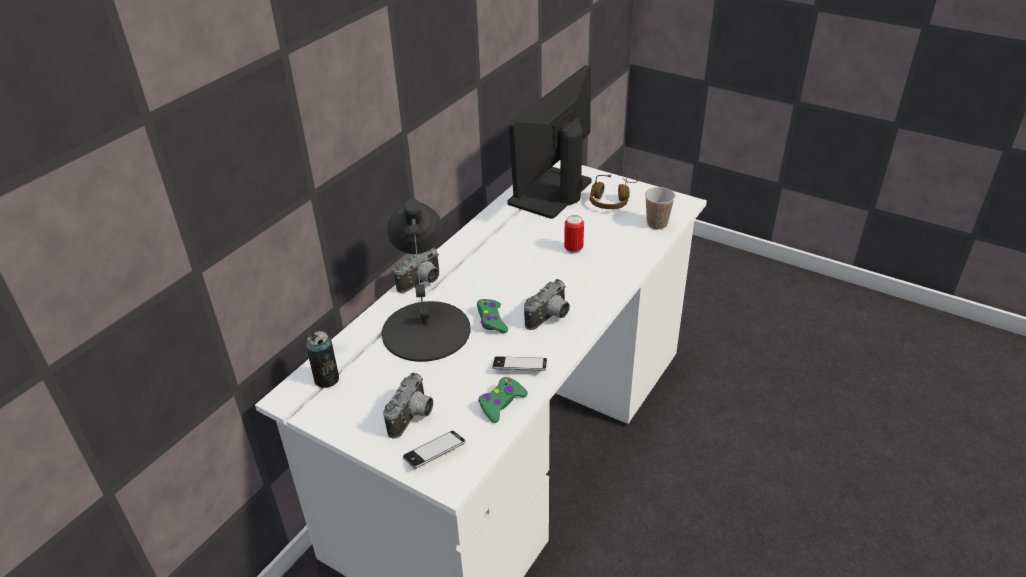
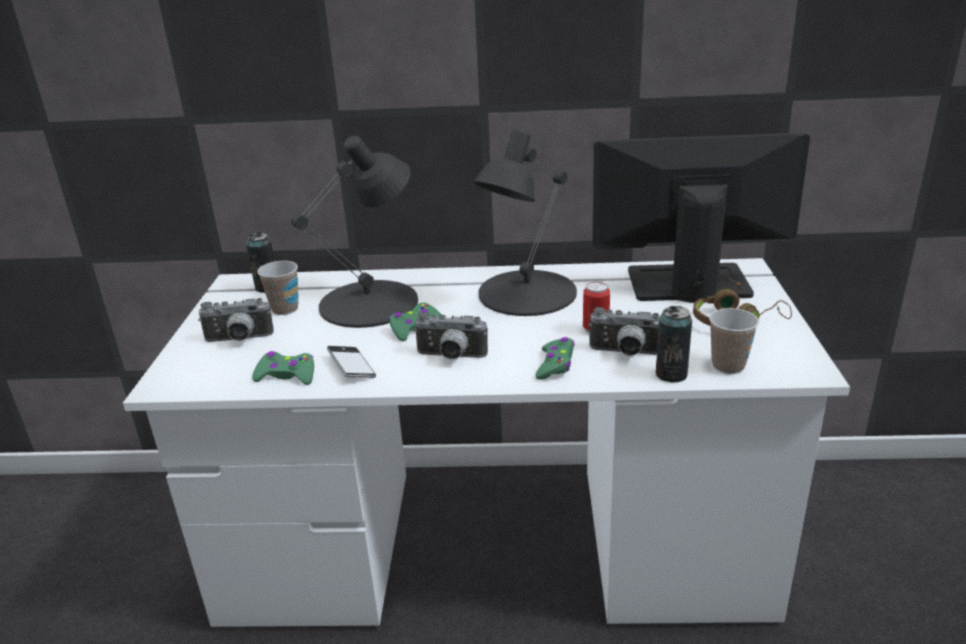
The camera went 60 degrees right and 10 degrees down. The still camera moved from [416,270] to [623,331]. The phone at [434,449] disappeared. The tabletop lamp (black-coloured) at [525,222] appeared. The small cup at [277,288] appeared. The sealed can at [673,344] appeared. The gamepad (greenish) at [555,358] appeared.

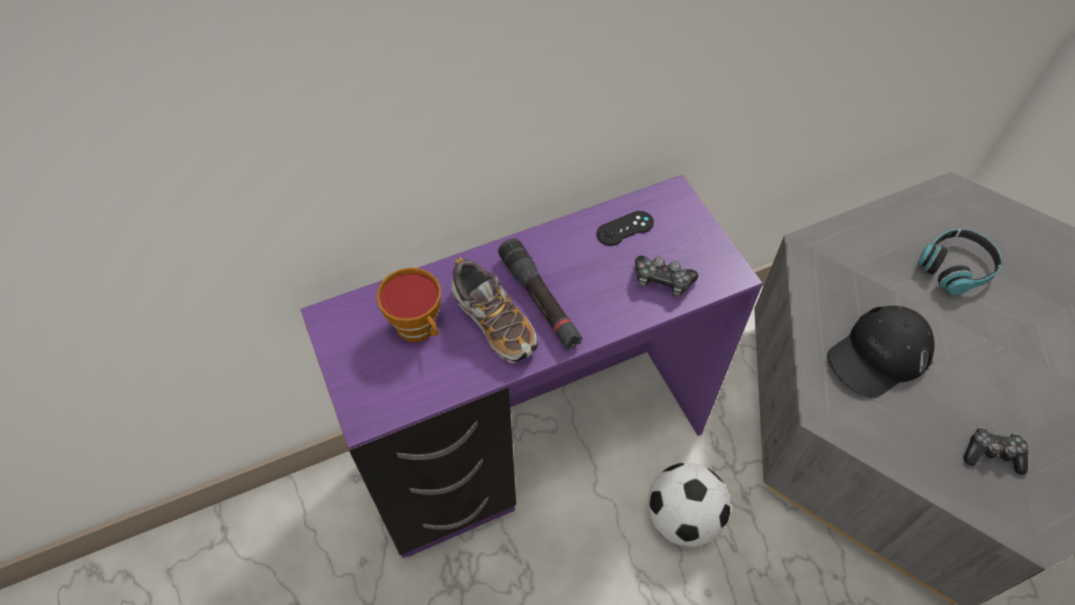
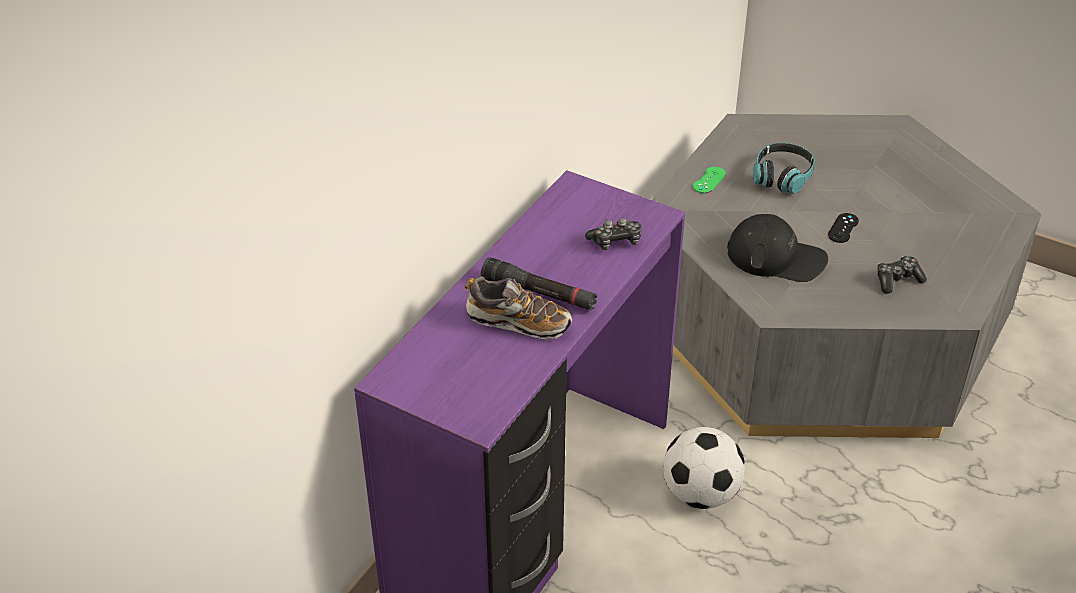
The camera went 35 degrees left and 15 degrees down. The gamepad (black-coloured) moved from [625,228] to [843,228]. The small cup at [409,304] disappeared. The cap (black-coloured) at [880,352] turned 90 degrees counterclockwise. The gamepad (greenish) at [709,180] appeared.

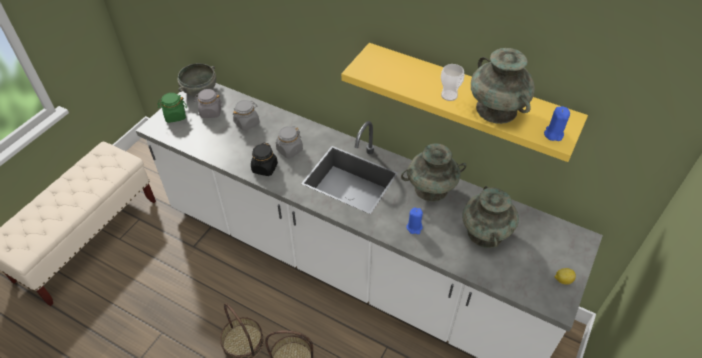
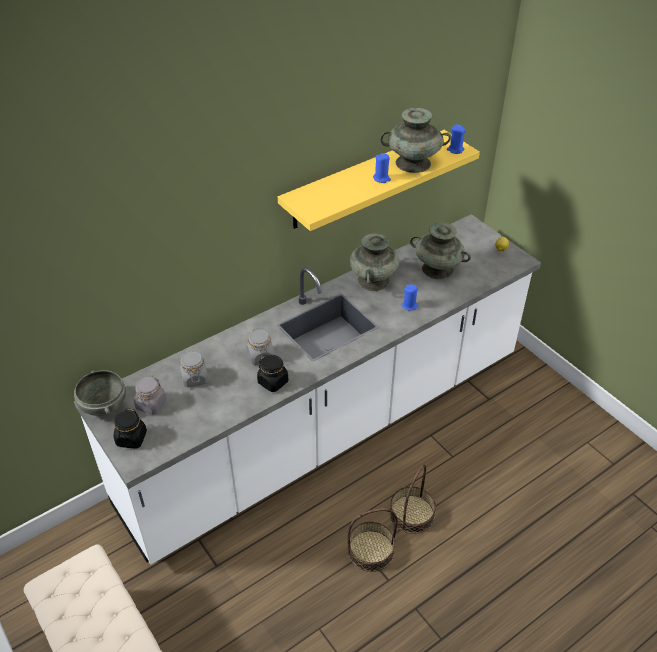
The camera went 65 degrees left and 5 degrees down. The small cup at [453,82] was replaced by the candle (bluish) at [382,168]. The storage jar (greenish) at [172,108] became the storage jar (black-coloured) at [130,428].

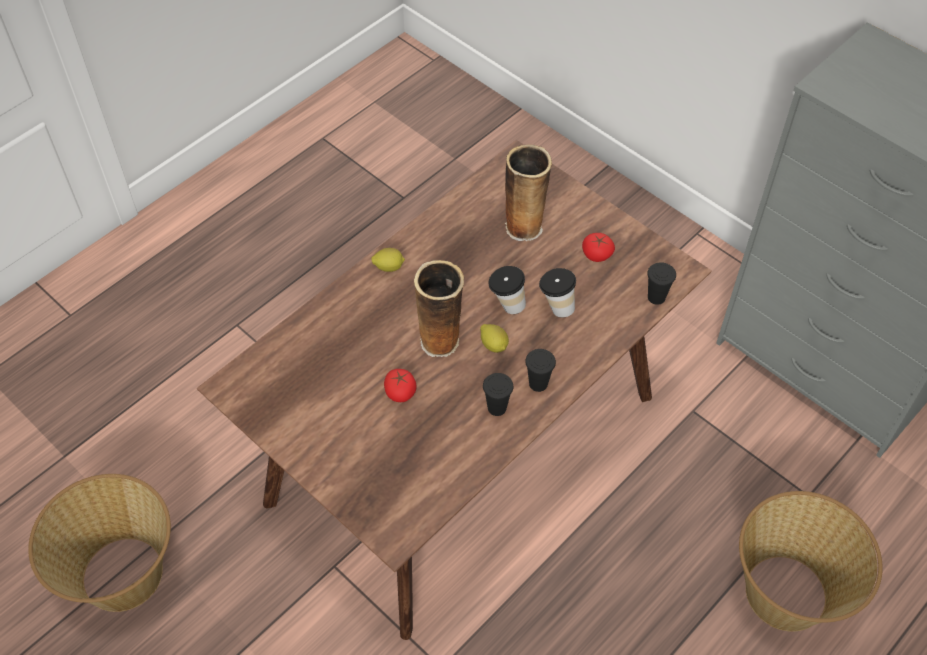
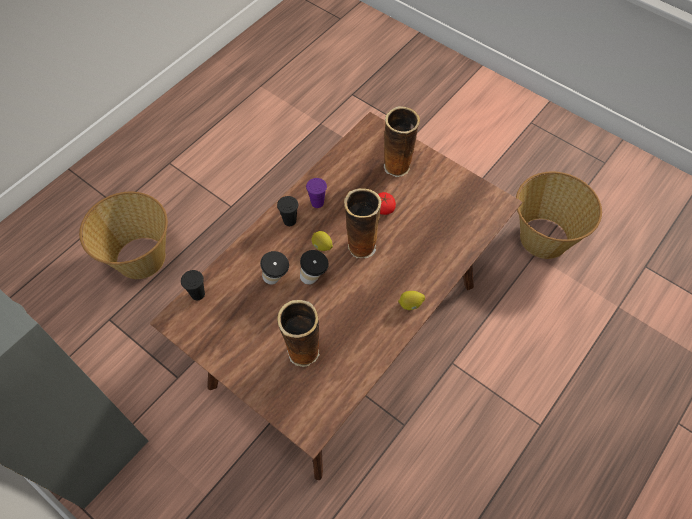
The camera went 175 degrees right and 5 degrees up. The whole tomato at [598,247] disappeared. The small cup (black-coloured) at [498,394] became the small cup (purplish) at [316,193]. The decorative vase at [402,141] appeared.

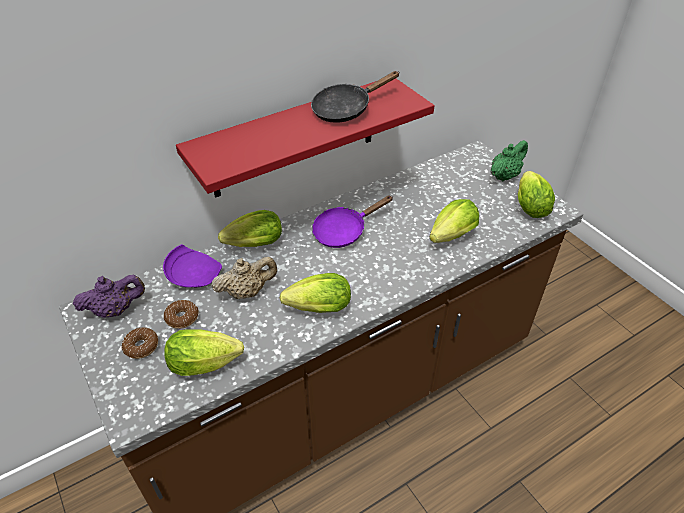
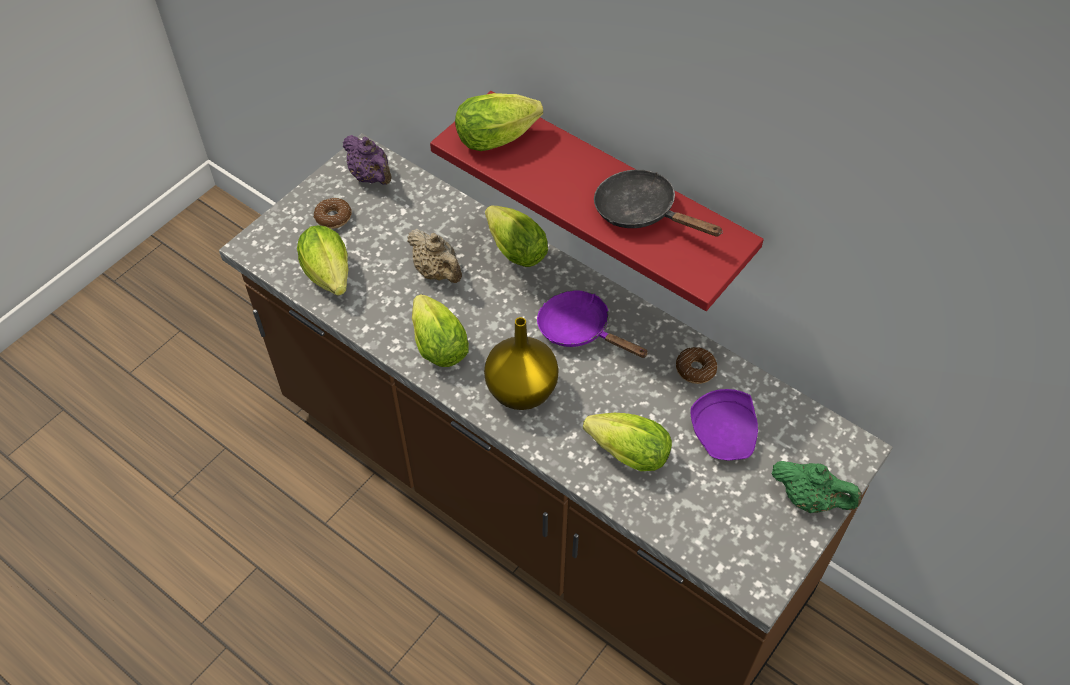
The camera went 70 degrees right and 10 degrees up. The lettuce head moved from [536,194] to [499,122]. The plate (purplish) moved from [192,265] to [724,424]. The donut moved from [181,314] to [696,365]. The decorative vase (yellow) at [521,363] appeared.

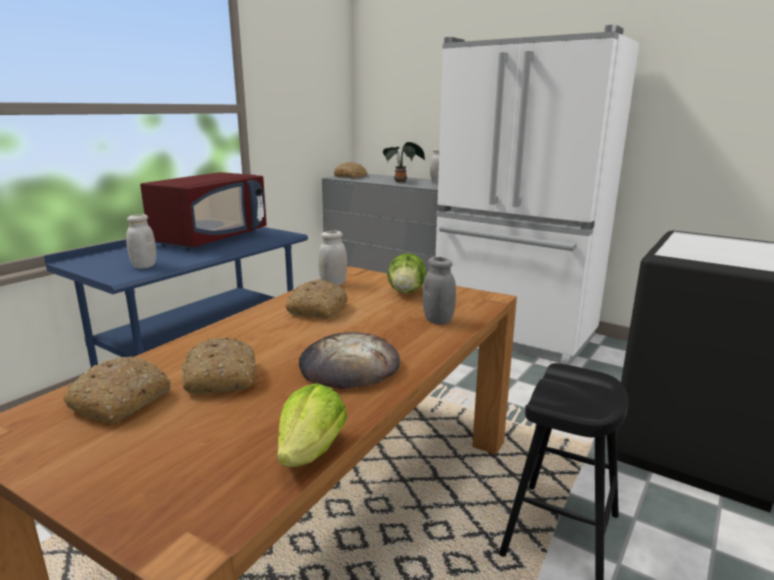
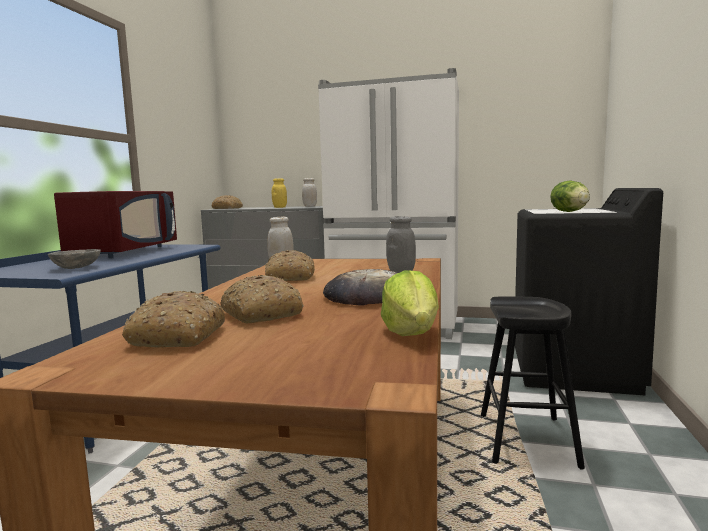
The camera went 20 degrees left and 10 degrees down. The houseplant at [404,162] was replaced by the storage jar (yellow) at [279,193]. The storage jar (whitish) at [141,241] was replaced by the deep dish (grey) at [74,259]. The lettuce head moved from [406,273] to [570,196].

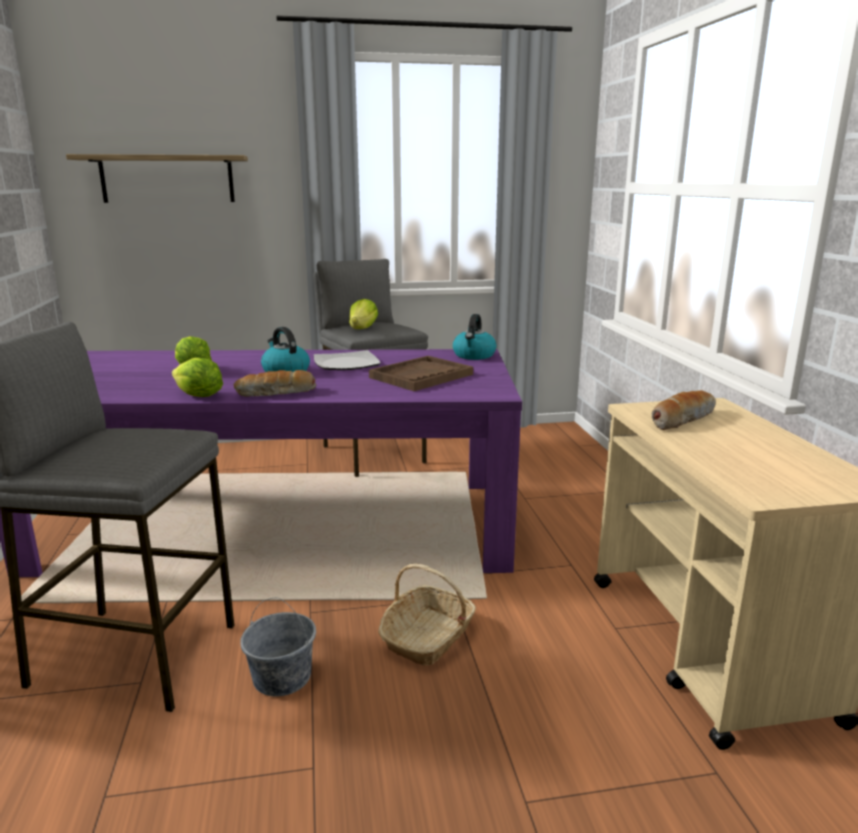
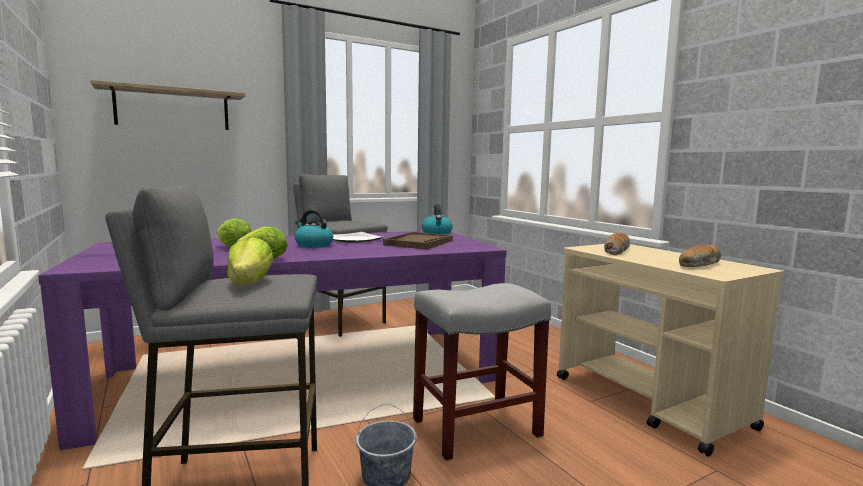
The camera went 20 degrees left and 10 degrees down. The lettuce head moved from [363,314] to [250,261]. The bakery bread moved from [274,383] to [700,255]. The household basket at [427,614] was replaced by the stool seat (grey) at [482,372].

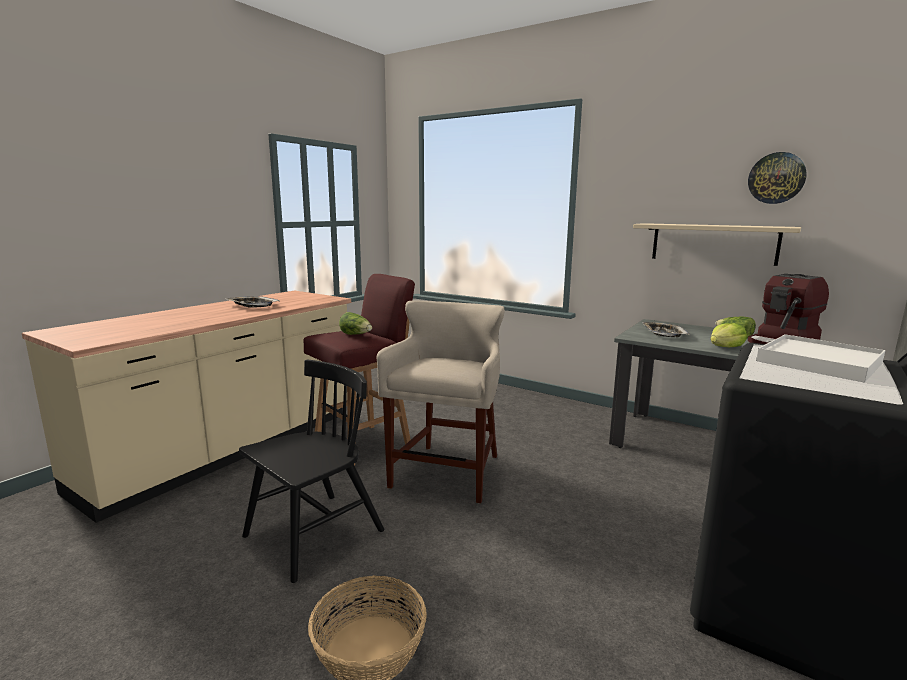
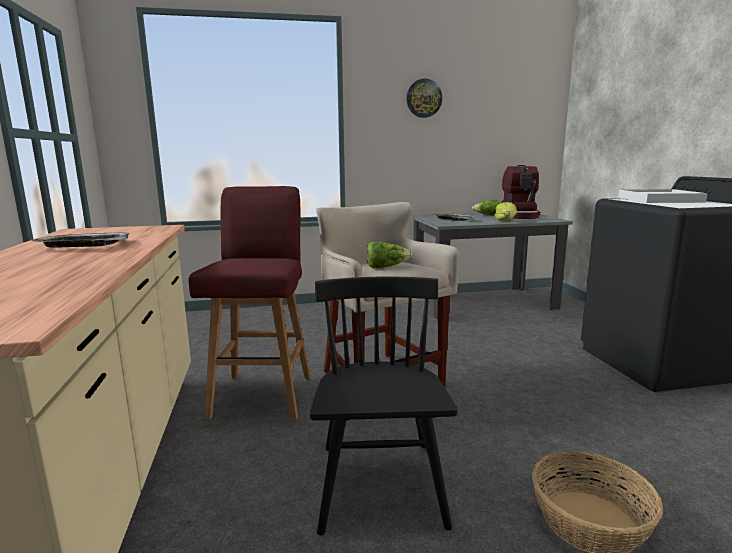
The camera went 45 degrees left and 0 degrees up. The wall clock moved from [777,178] to [424,98]. The wall shelf (beige) at [717,244] disappeared. The lettuce head moved from [355,323] to [389,255].

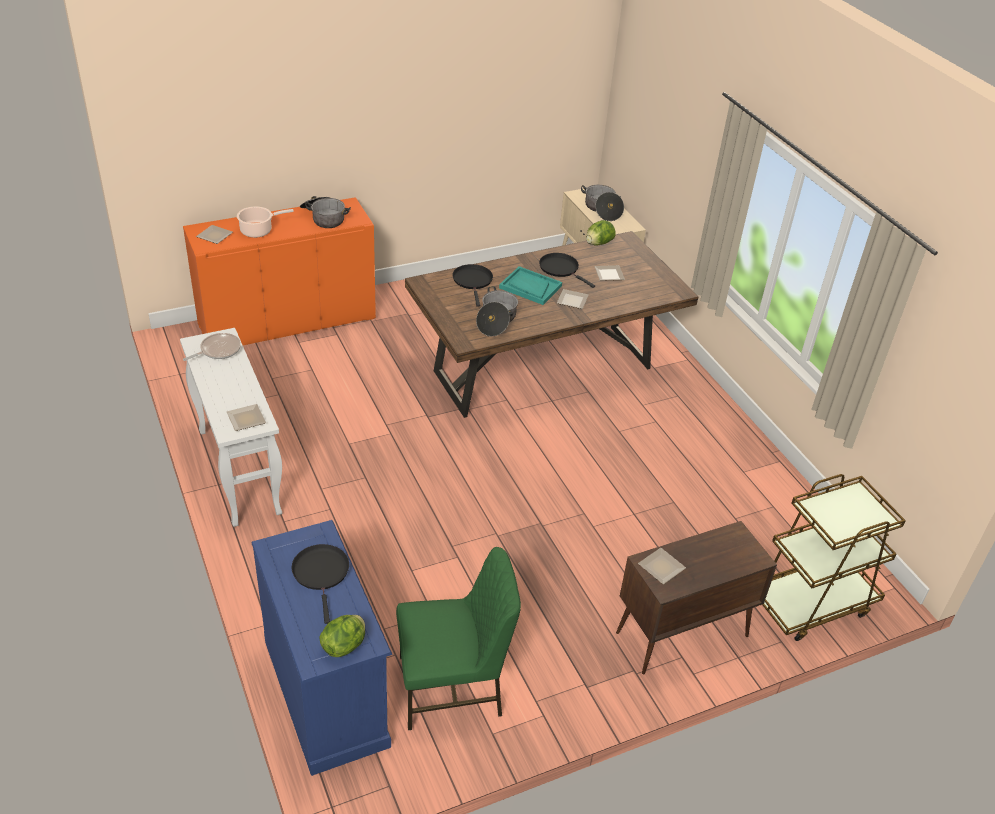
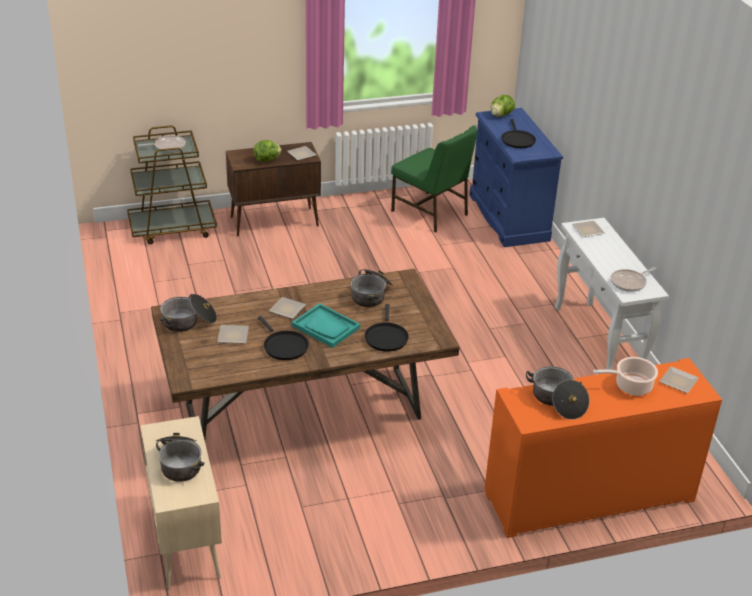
The camera went 170 degrees left and 5 degrees down. The lettuce head moved from [601,233] to [267,151]. The plain chair (greenish) at [458,638] turned 135 degrees counterclockwise. The skillet at [162,143] appeared. The stockpot at [188,313] appeared.

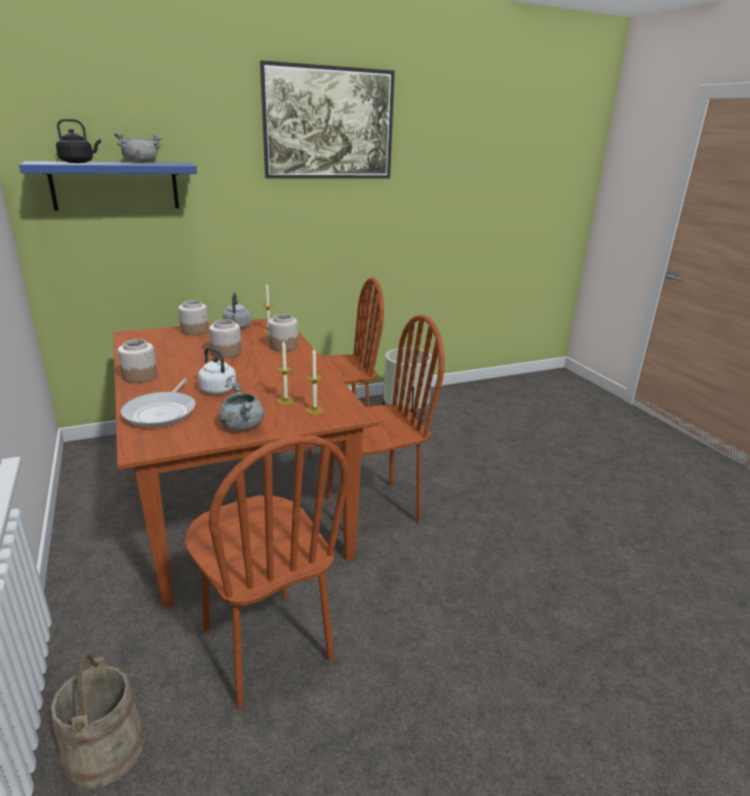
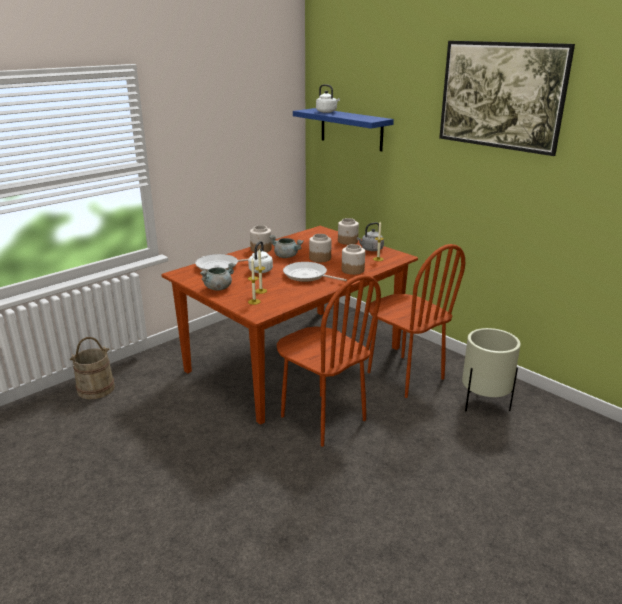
The camera went 70 degrees right and 0 degrees up. The water kettle (black-coloured) at [78,141] became the water kettle (whitish) at [328,98]. The stockpot (grey) moved from [138,147] to [286,246]. The plain chair (brown-coloured) at [267,571] disappeared. The skillet at [315,272] appeared.

